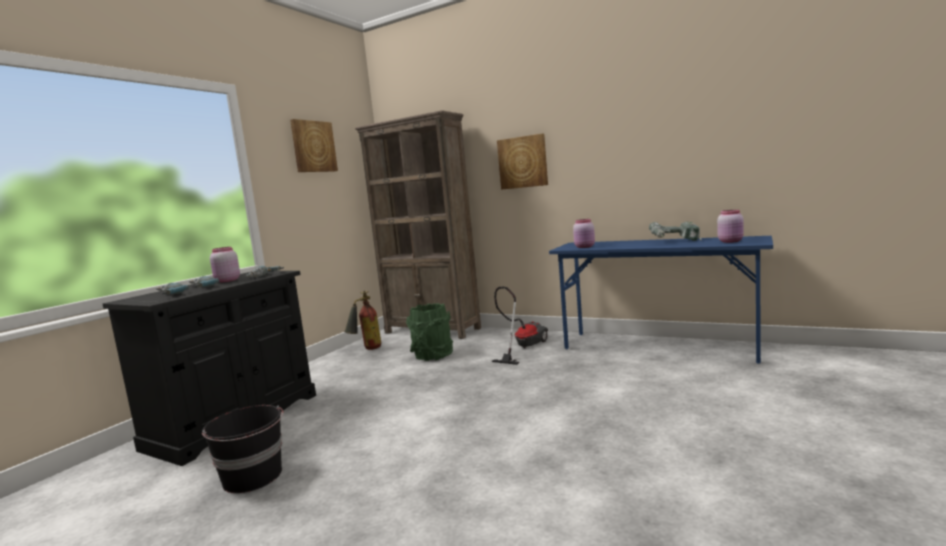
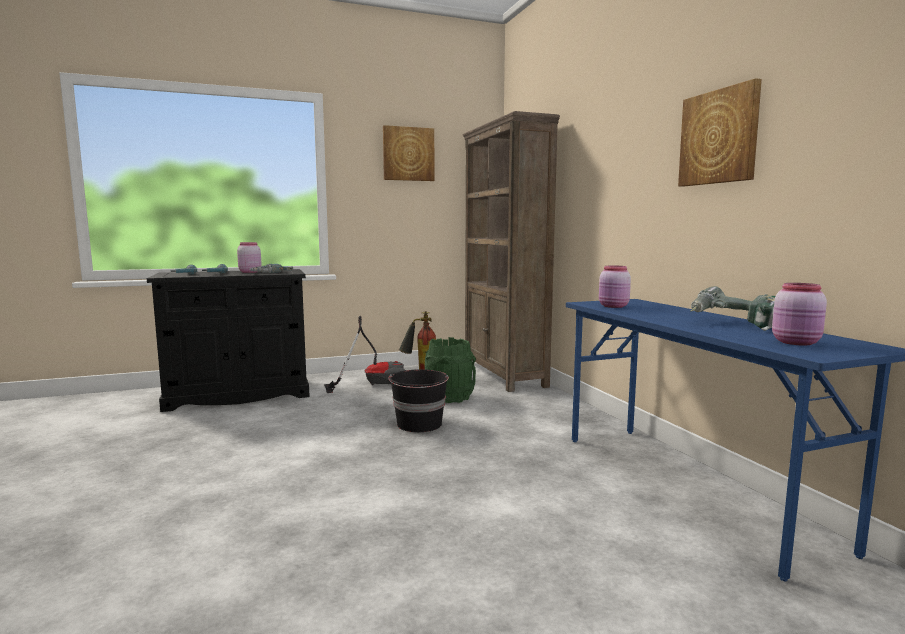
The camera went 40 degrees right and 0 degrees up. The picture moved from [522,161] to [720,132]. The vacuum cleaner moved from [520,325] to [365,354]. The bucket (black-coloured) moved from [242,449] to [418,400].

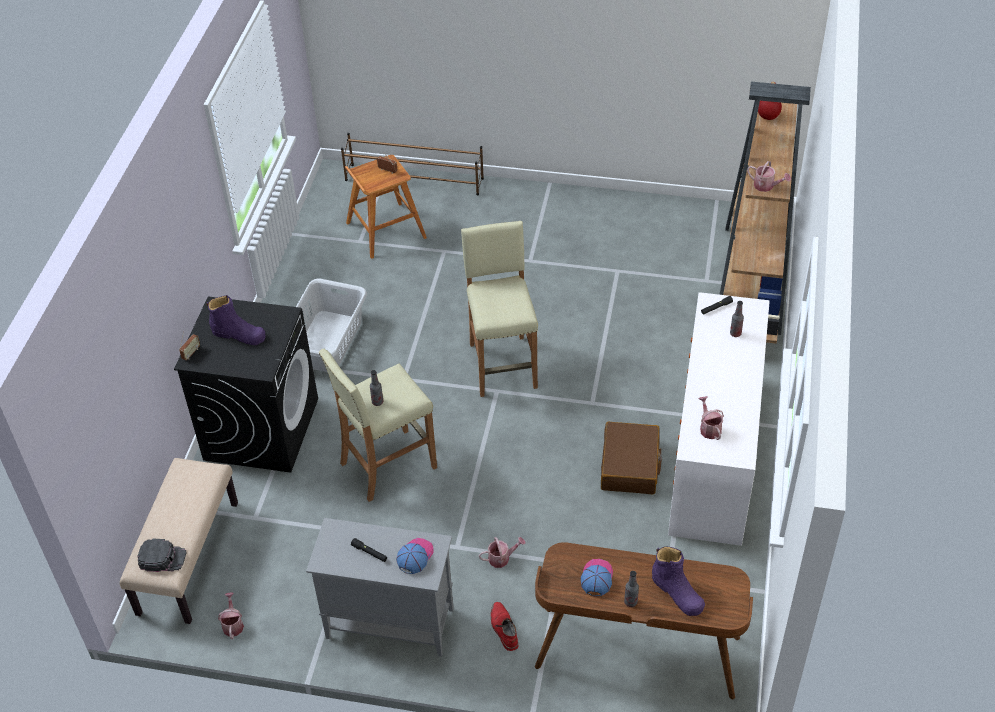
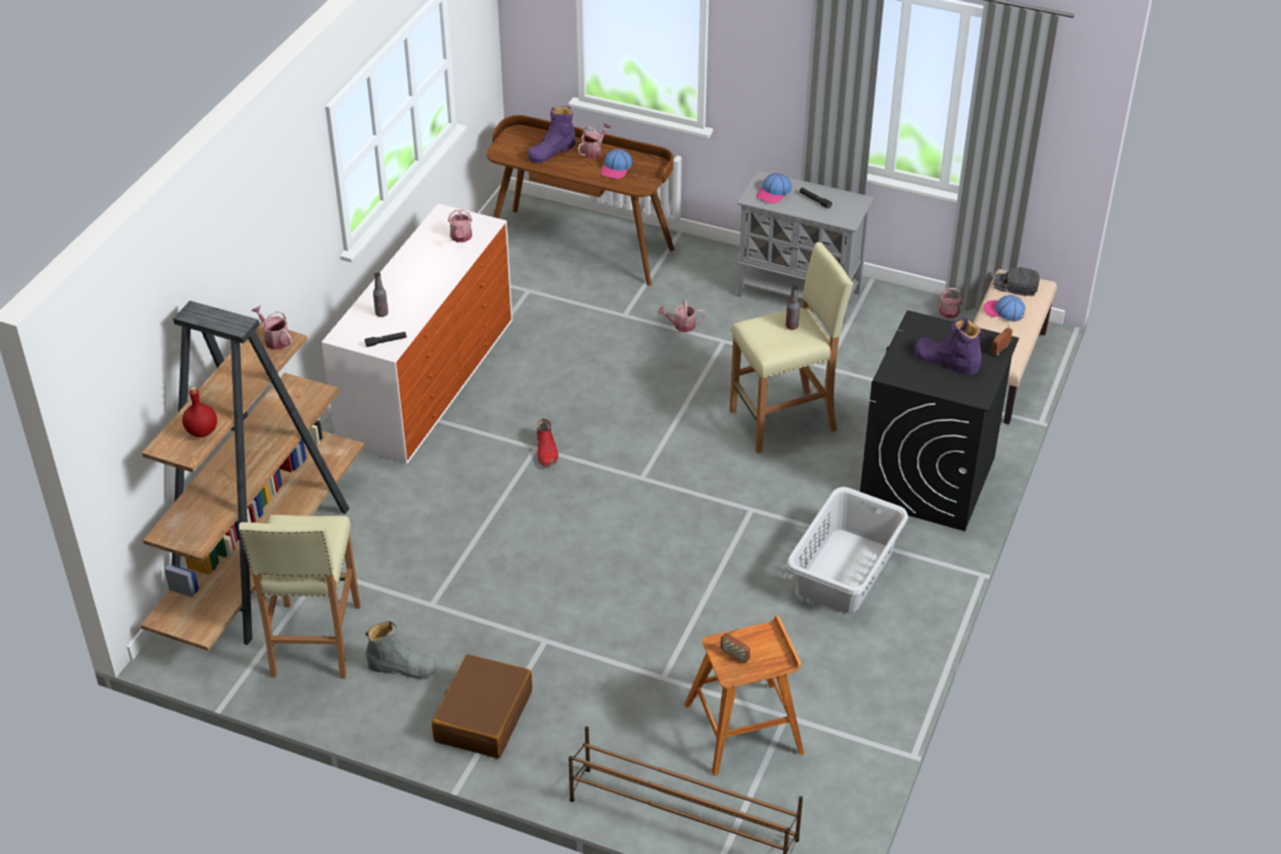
The camera went 170 degrees left and 5 degrees down. The stool seat (beige) moved from [499,309] to [300,597]. The piece of luggage (brown-coloured) moved from [631,458] to [482,706]. The high-top boot (purplish) at [678,581] turned 105 degrees counterclockwise. The bottle at [631,589] was replaced by the watering can at [594,141]. The high-top boot (reddish) moved from [504,626] to [547,442]. The cap at [1004,308] appeared. The high-top boot (grey) at [401,650] appeared.

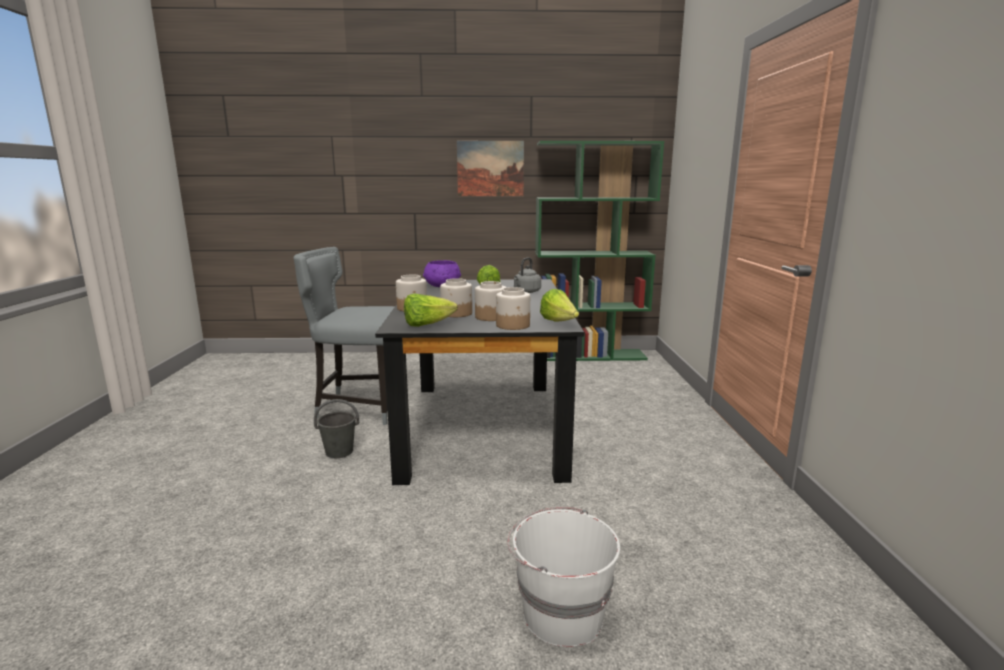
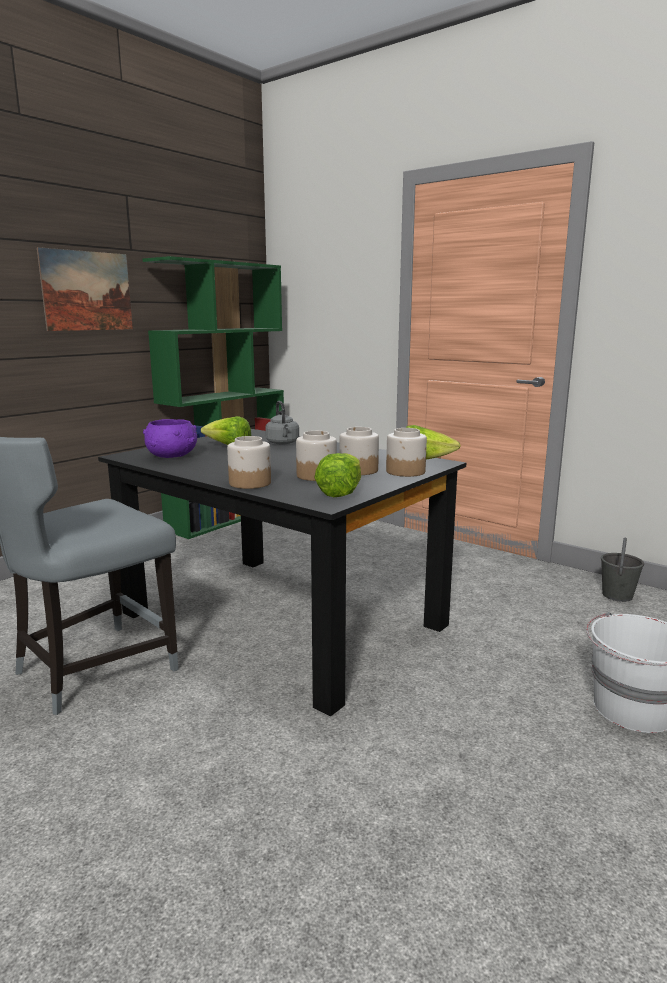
The camera went 50 degrees left and 0 degrees up. The bucket (grey) moved from [336,428] to [622,570].

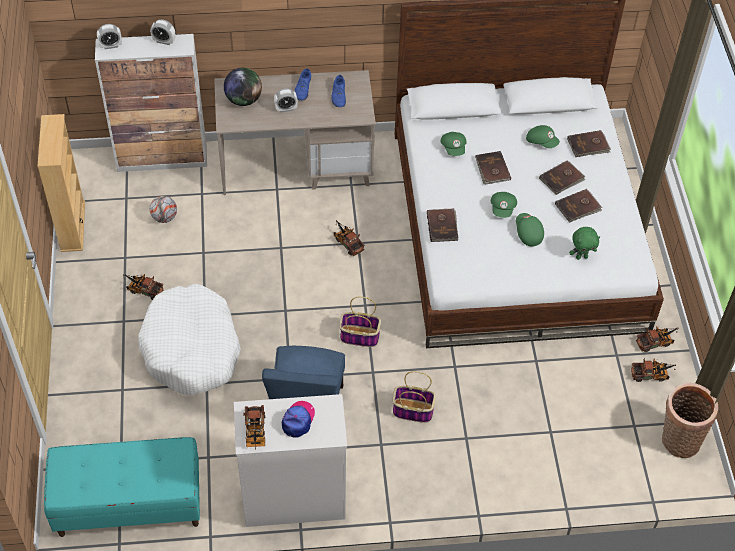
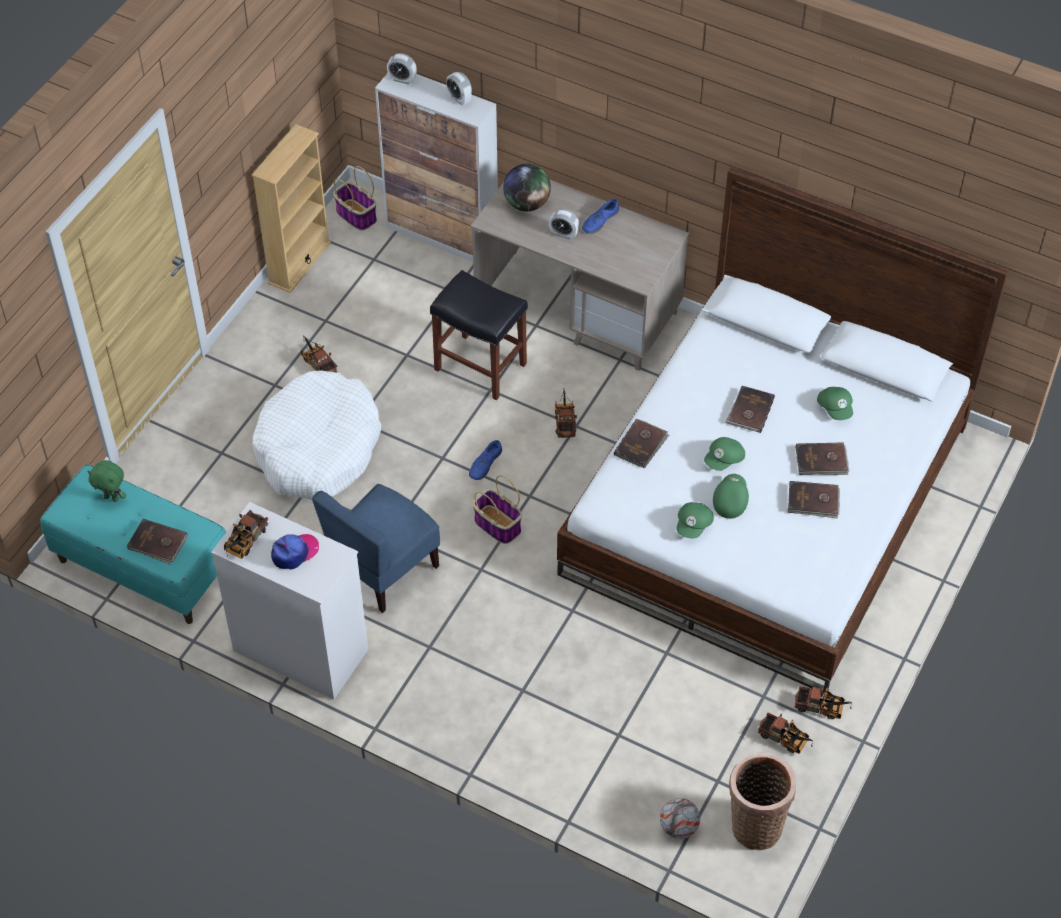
The camera went 35 degrees right and 0 degrees up. The low shoe (bluish) moved from [339,91] to [485,460]. The bound book (brown-coloured) moved from [589,143] to [157,542]. The cap (greenish) moved from [454,144] to [695,520]. The ball for football moved from [163,209] to [680,818]. The soft toy (greenish) moved from [584,243] to [107,481]. The household basket moved from [414,397] to [355,198]. The stool seat (black-coloured) at [479,335] appeared.

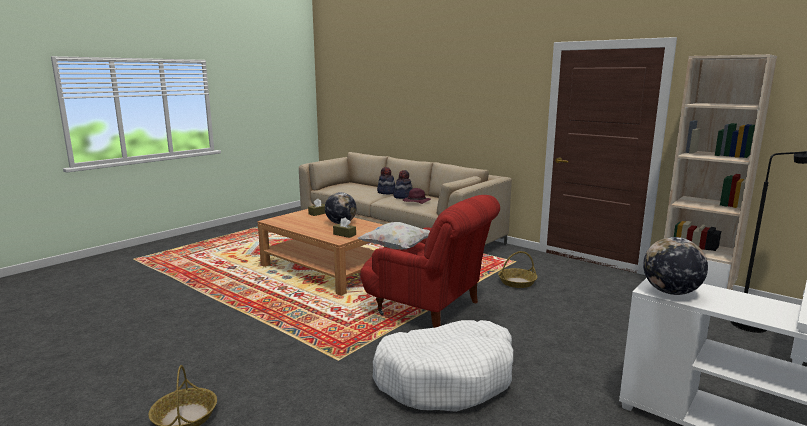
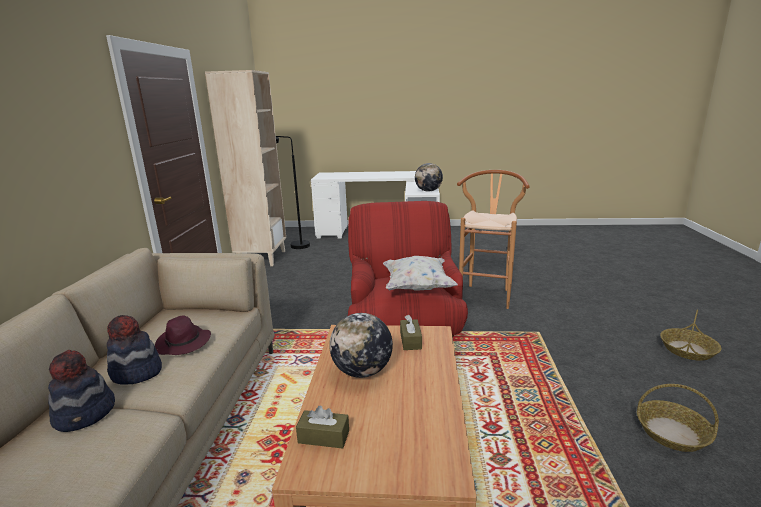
The camera went 125 degrees left and 5 degrees up. The household basket moved from [517,269] to [678,418]. The dog bed (whitish) at [442,366] was replaced by the stool seat (brown-coloured) at [493,239].

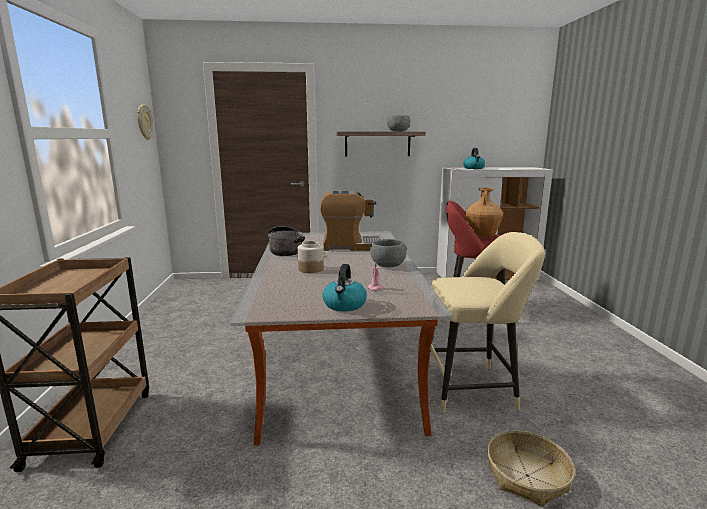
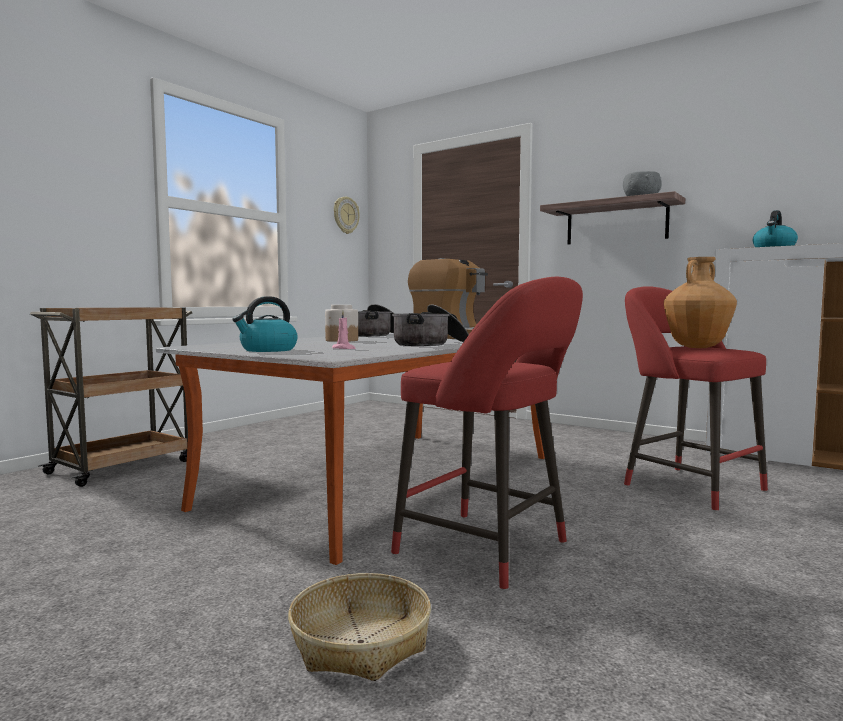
The camera went 40 degrees right and 10 degrees down. The stool seat (beige) at [487,323] became the stool seat (reddish) at [487,433]. The deep dish (grey) at [388,253] was replaced by the stockpot at [430,325].

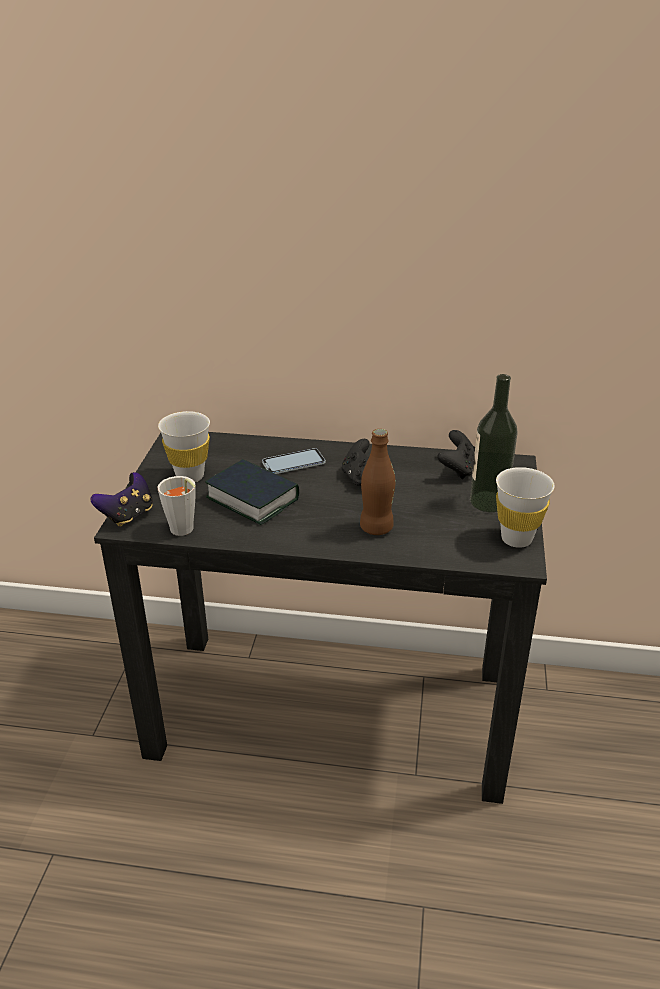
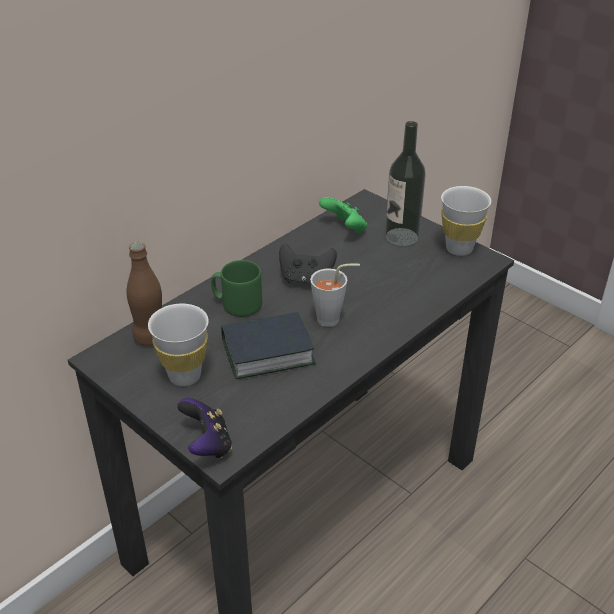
The camera went 55 degrees left and 5 degrees up. The bottle (brown-coloured) moved from [377,482] to [144,294]. The gamepad (black-coloured) at [456,454] became the gamepad (greenish) at [343,215]. The phone at [293,461] was replaced by the coffee mug (greenish) at [236,288]. The small cup (grey) moved from [177,506] to [335,295].

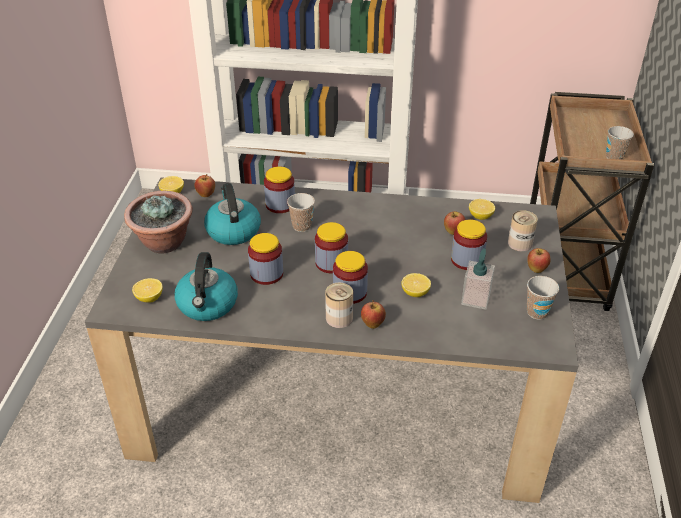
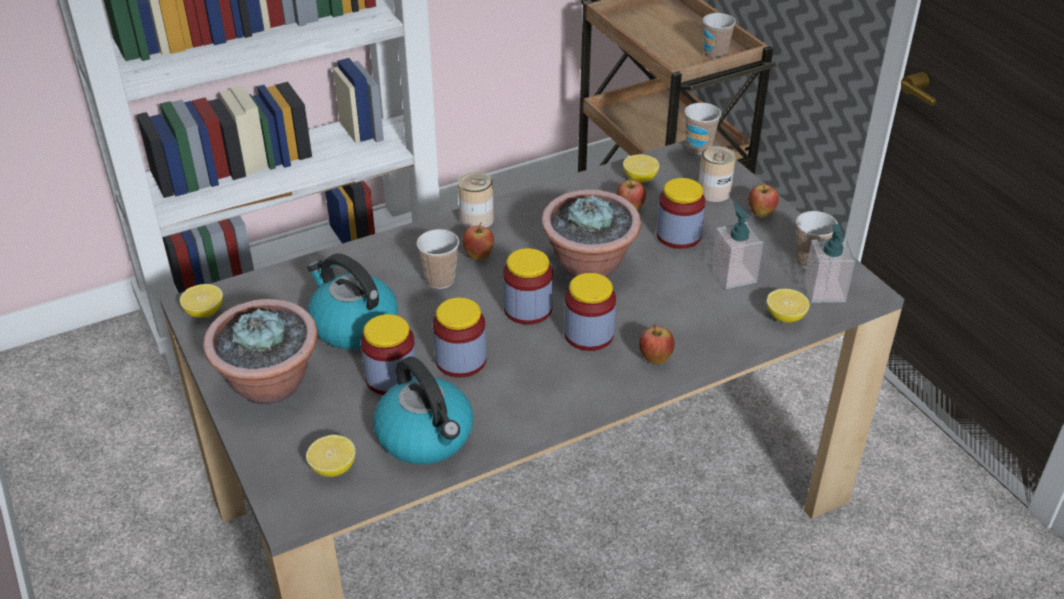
The camera went 35 degrees left and 0 degrees up. The storage jar moved from [279,189] to [388,354]. The whole apple moved from [204,185] to [478,241]. The whole lemon moved from [416,285] to [788,306]. The sealed can moved from [339,305] to [476,200]. The small cup at [703,128] appeared. The houseplant at [591,233] appeared. The liquid soap bottle at [829,263] appeared.

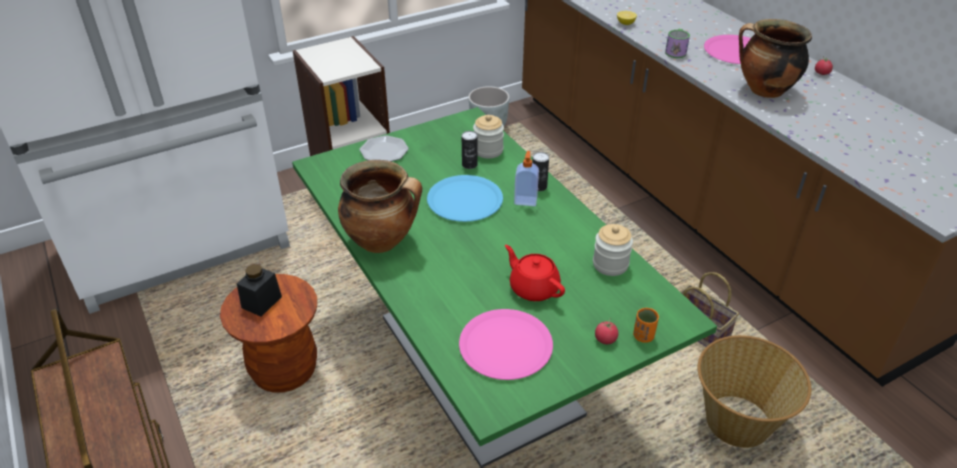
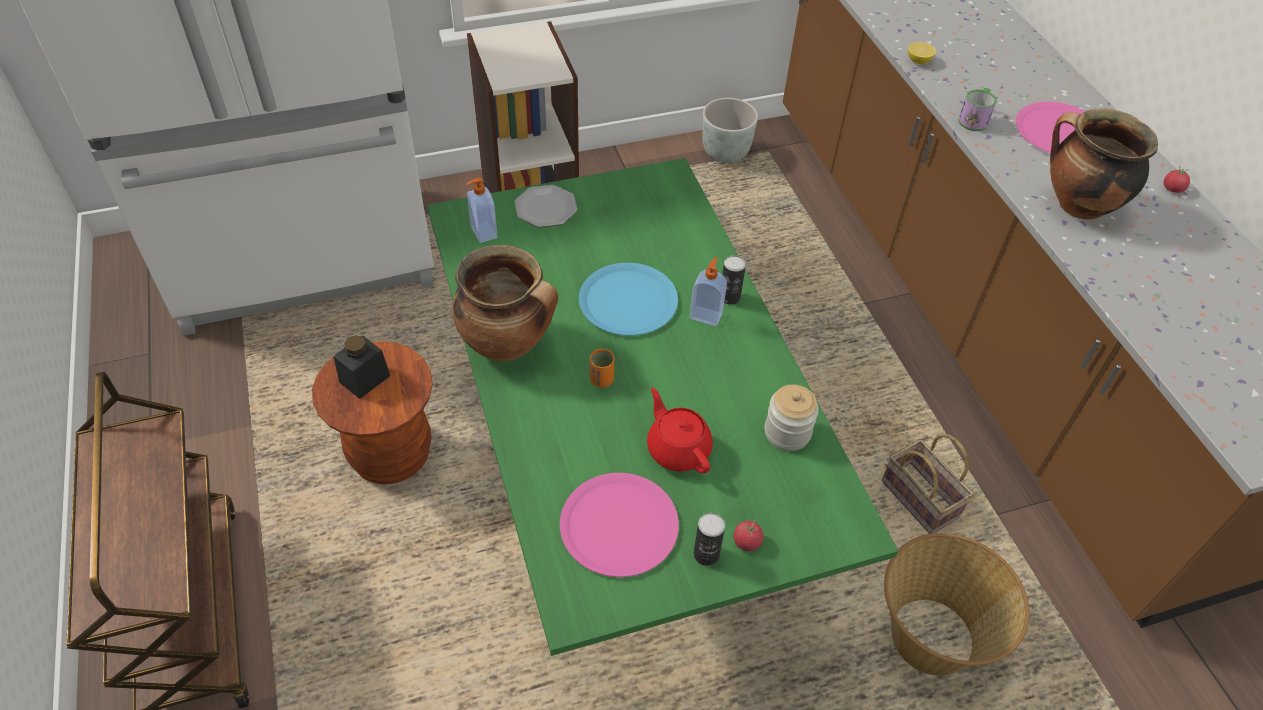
The camera went 10 degrees right and 10 degrees up. The storage jar at [488,137] disappeared. The sealed can moved from [469,150] to [709,539]. The small cup (orange-coloured) moved from [646,325] to [602,368]. The liquid soap bottle at [482,210] appeared.

